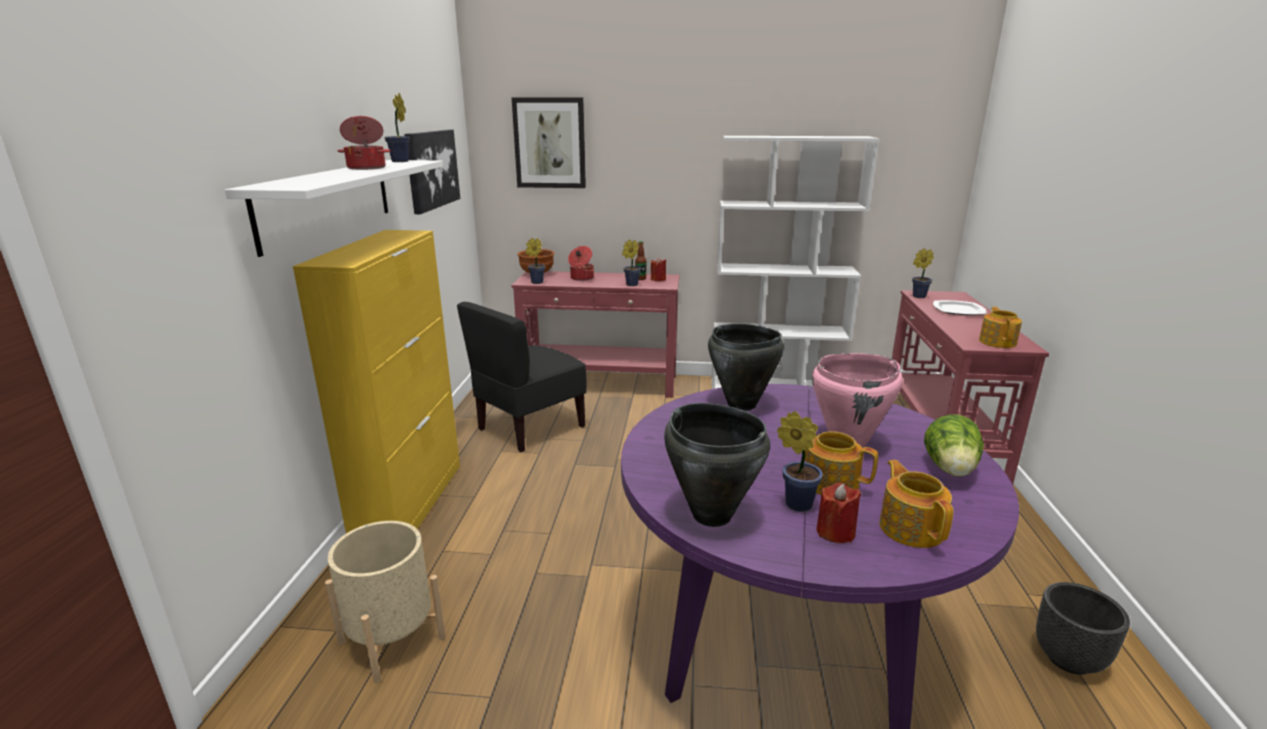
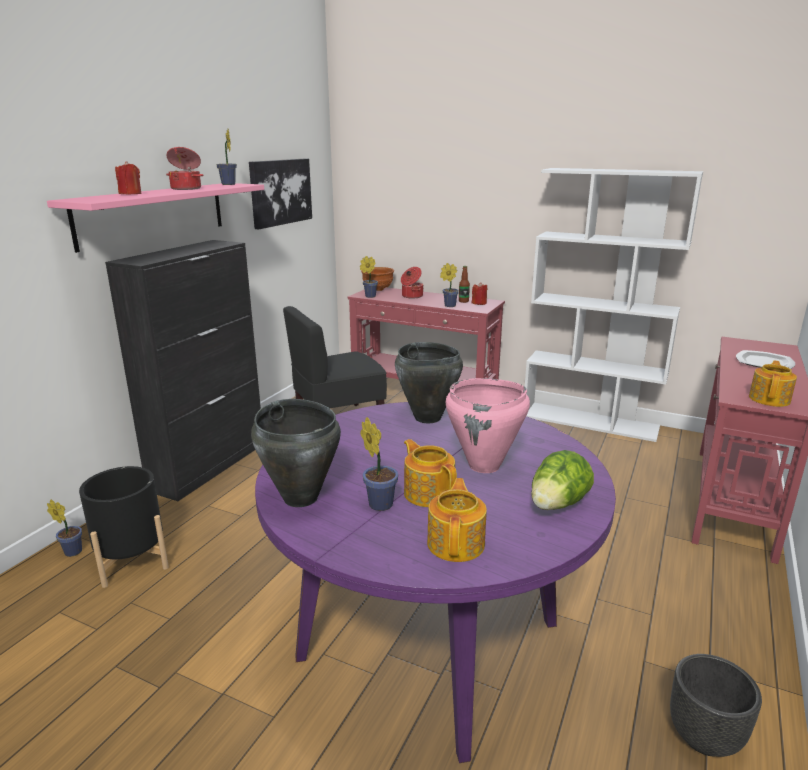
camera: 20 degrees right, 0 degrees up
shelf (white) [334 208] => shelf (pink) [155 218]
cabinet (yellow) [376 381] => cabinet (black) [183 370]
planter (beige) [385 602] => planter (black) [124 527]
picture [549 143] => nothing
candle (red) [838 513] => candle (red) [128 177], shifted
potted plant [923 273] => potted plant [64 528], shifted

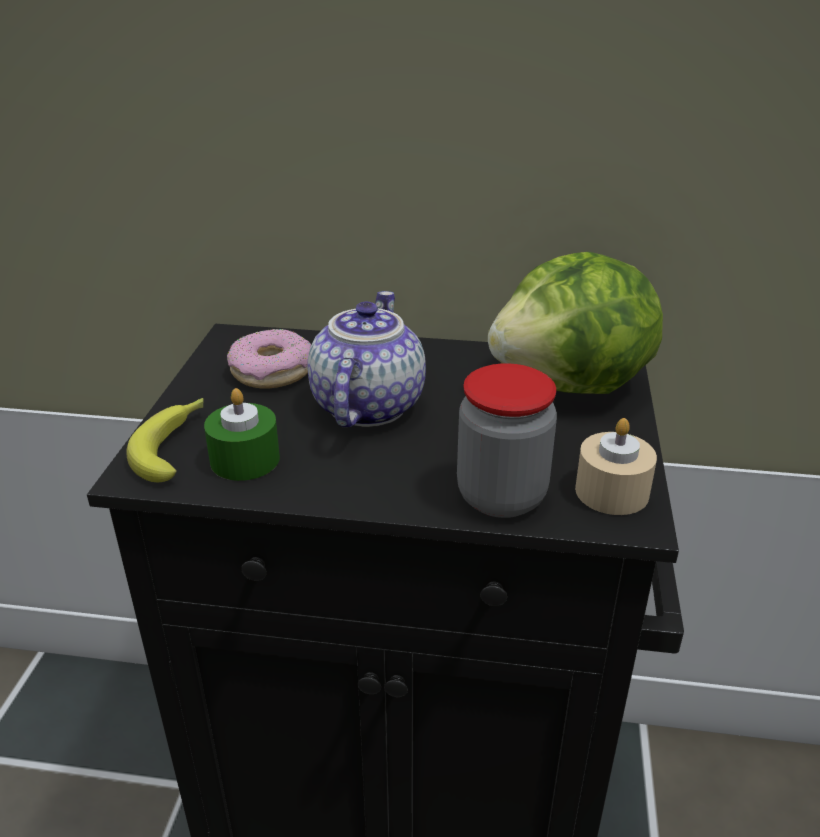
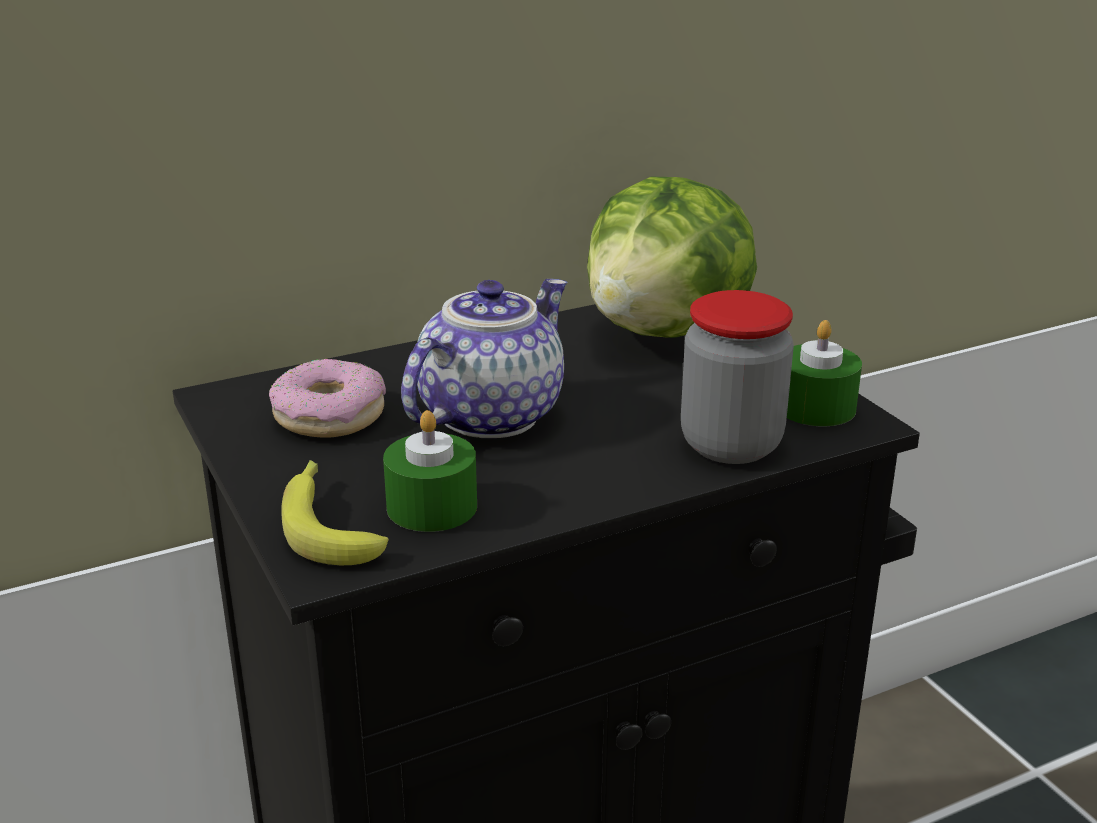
camera: 35 degrees left, 5 degrees down
teapot [366 359] => teapot [484 358], 60 degrees clockwise
candle (beige) [616 466] => candle (green) [824 373]

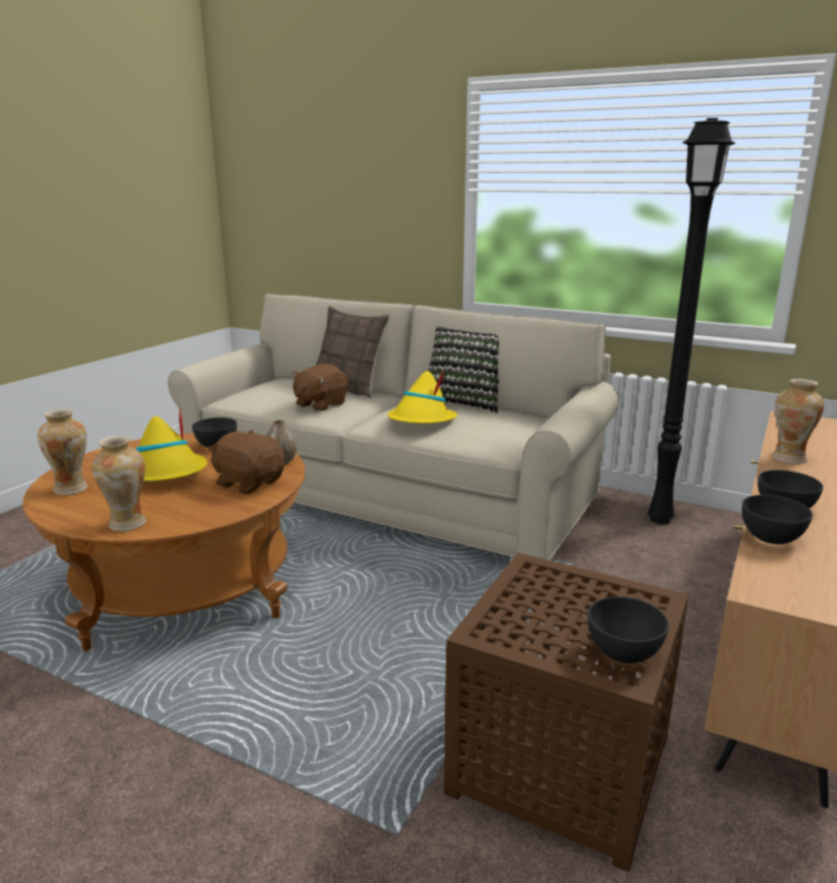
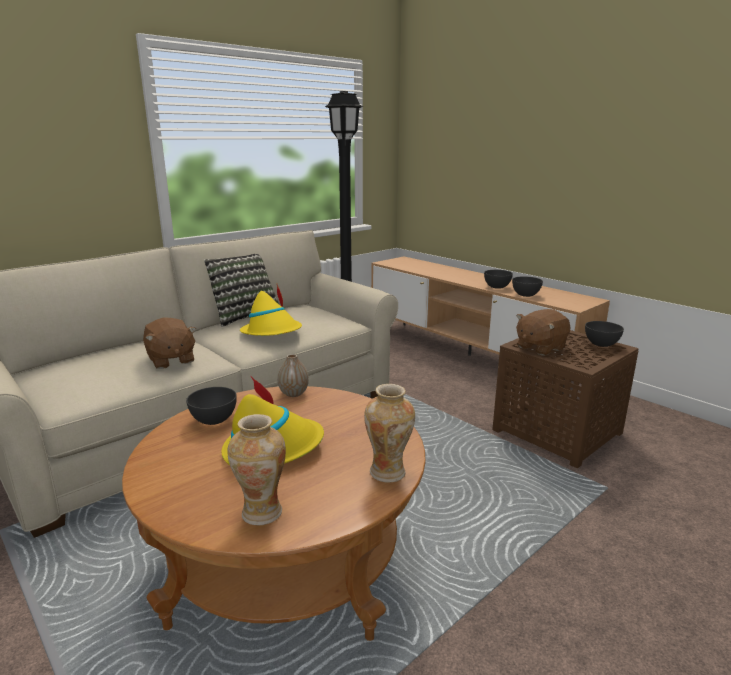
camera: 70 degrees left, 0 degrees up
plush toy (brown) [246 462] => plush toy (brown) [543 332], shifted
pillow [353 352] => nothing
vase [798 421] => nothing

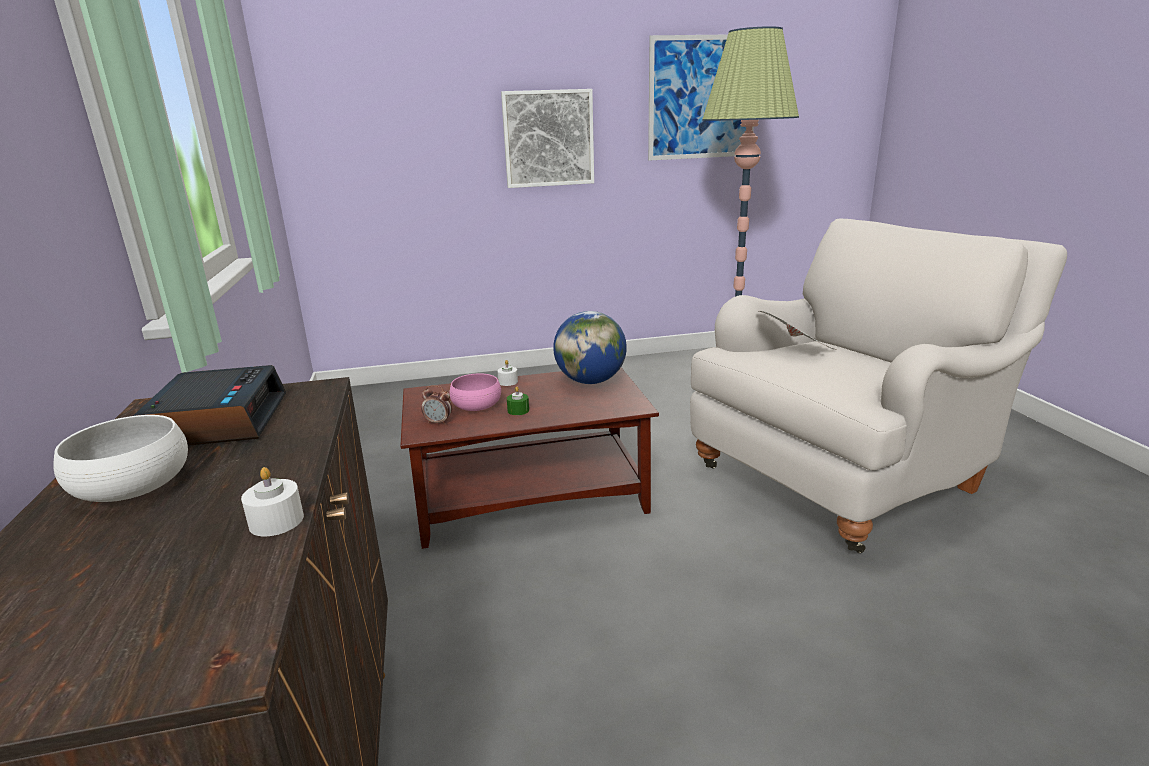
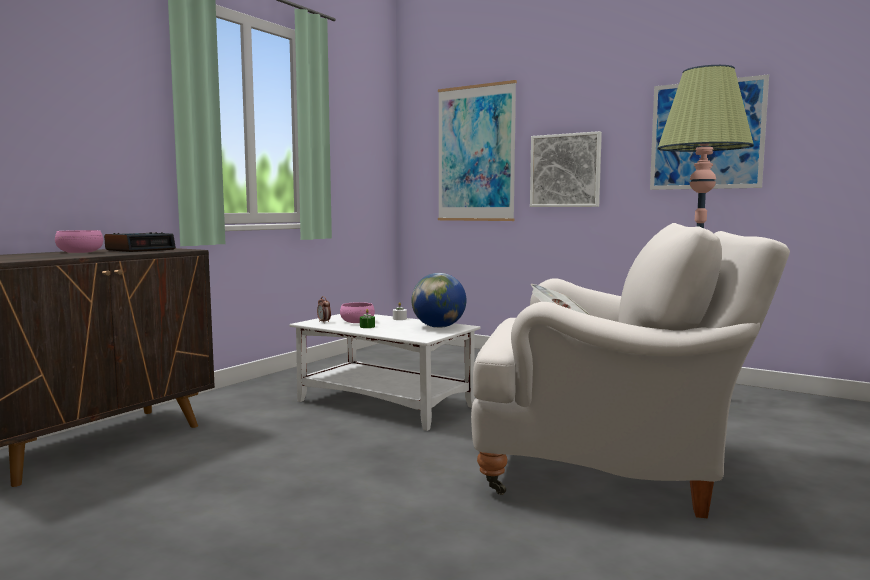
camera: 45 degrees right, 15 degrees down
bowl (white) [120 458] => bowl (pink) [79 241]
candle (white) [272 501] => nothing
coffee table (brown) [529 458] => coffee table (white) [385 372]
nothing => picture [477 150]

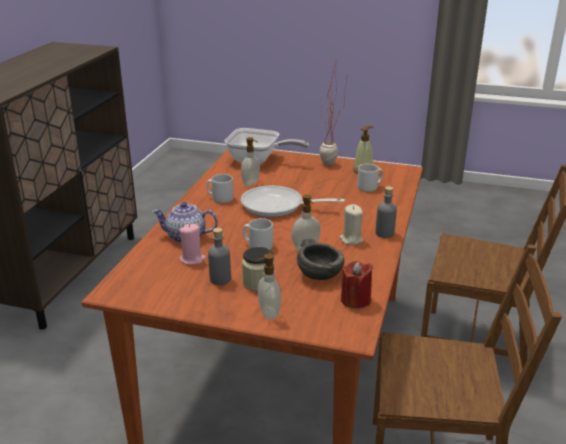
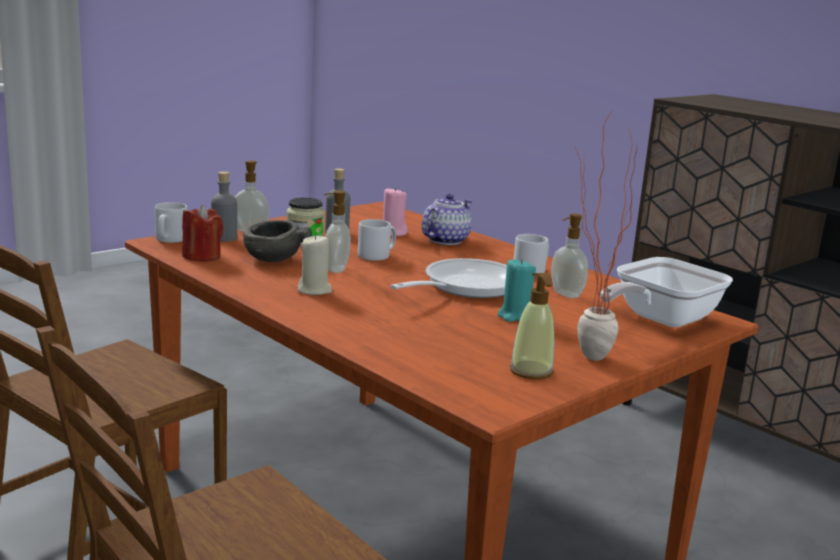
camera: 120 degrees right, 10 degrees down
mug (grey) [370 178] => mug (grey) [171 222], shifted
bottle (grey) [386 212] => bottle (grey) [224 206], shifted
nothing => candle (turquoise) [516 290]

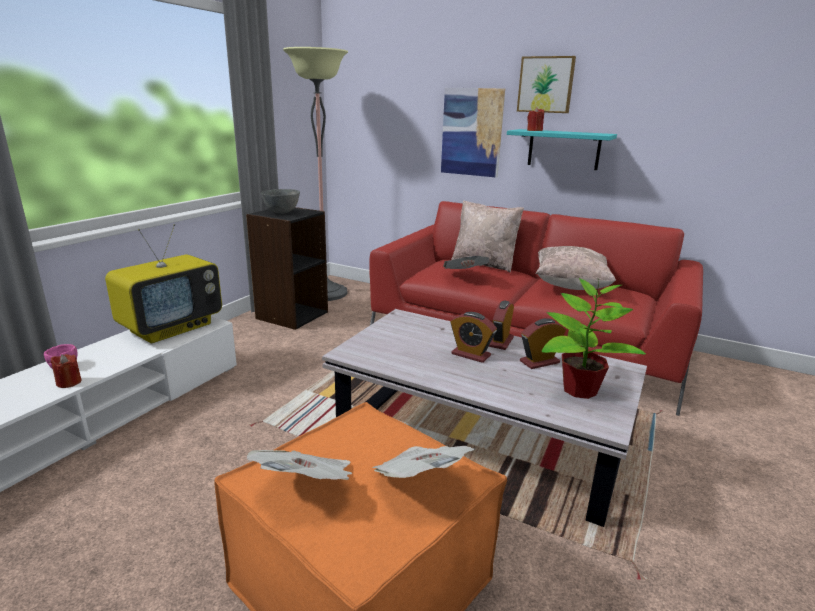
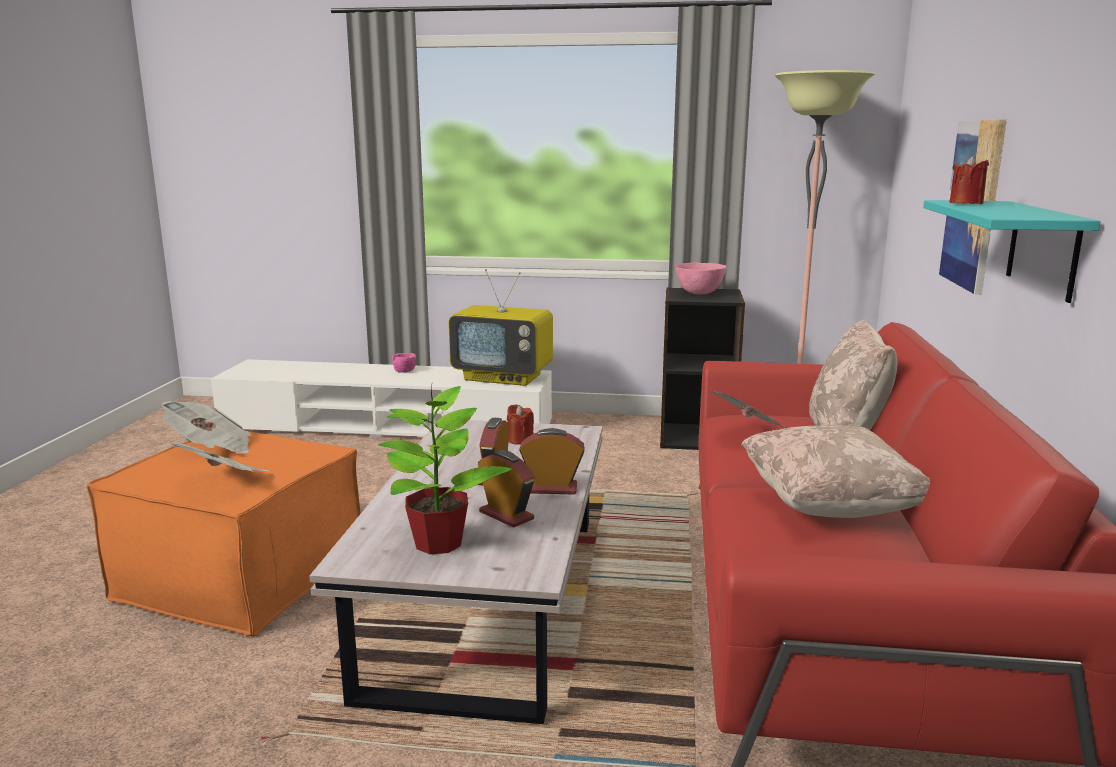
camera: 70 degrees right, 5 degrees down
candle (red) [66 371] => candle (red) [520 424], shifted
bowl (grey) [280 201] => bowl (pink) [701 278]
picture [546 84] => nothing

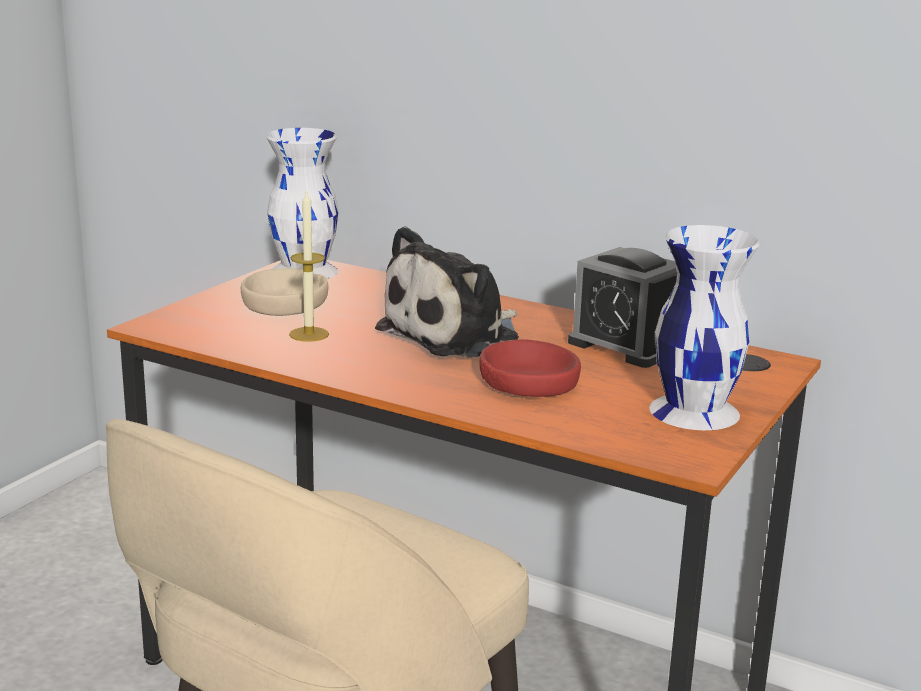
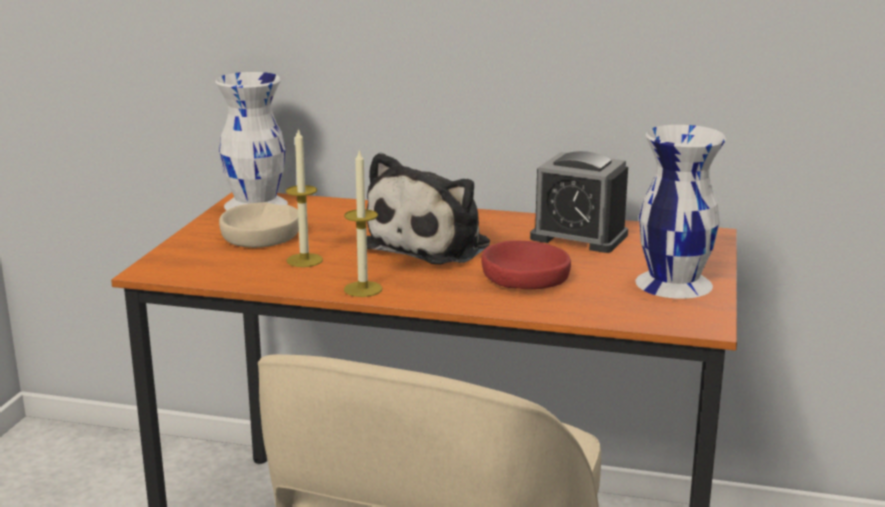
camera: 15 degrees left, 0 degrees up
nothing => candle [363 223]

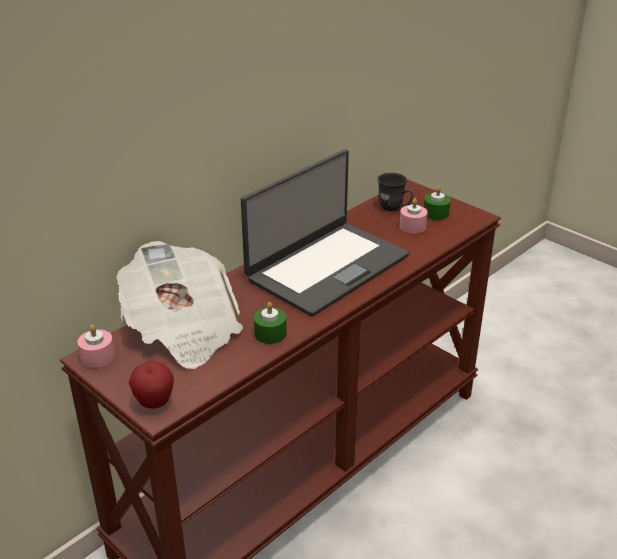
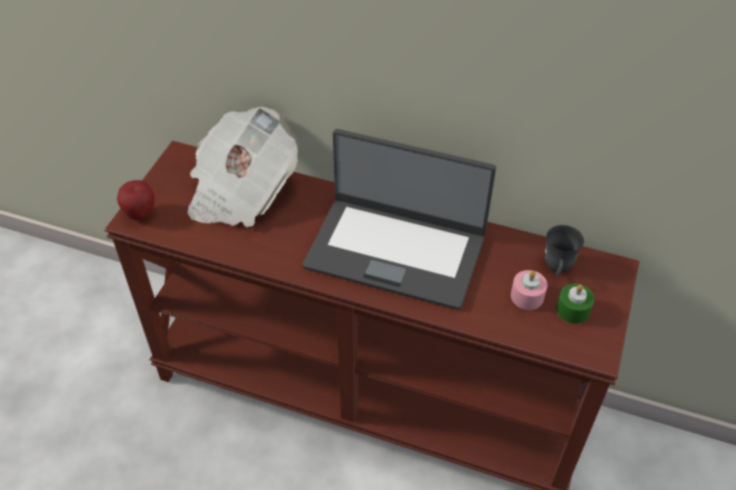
camera: 65 degrees right, 15 degrees up
candle (pink) [96 346] => nothing
candle (green) [270 323] => nothing

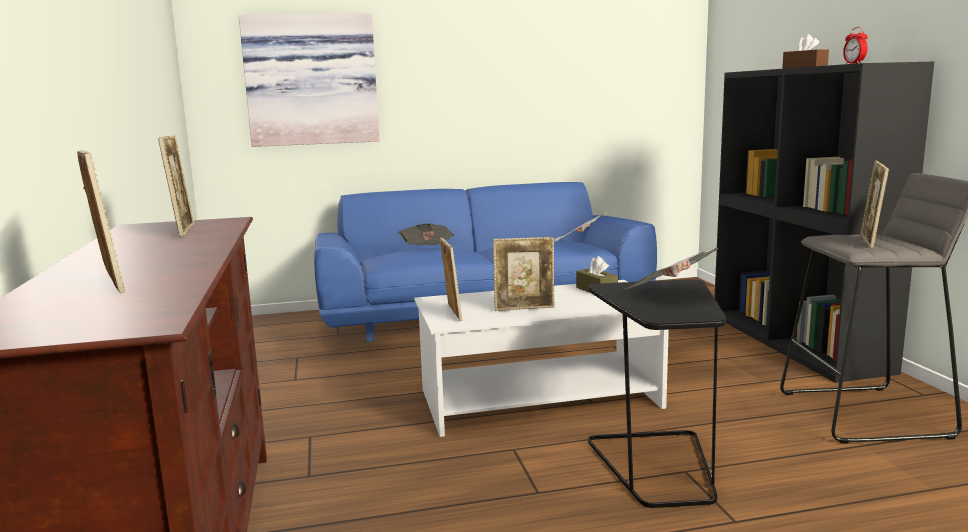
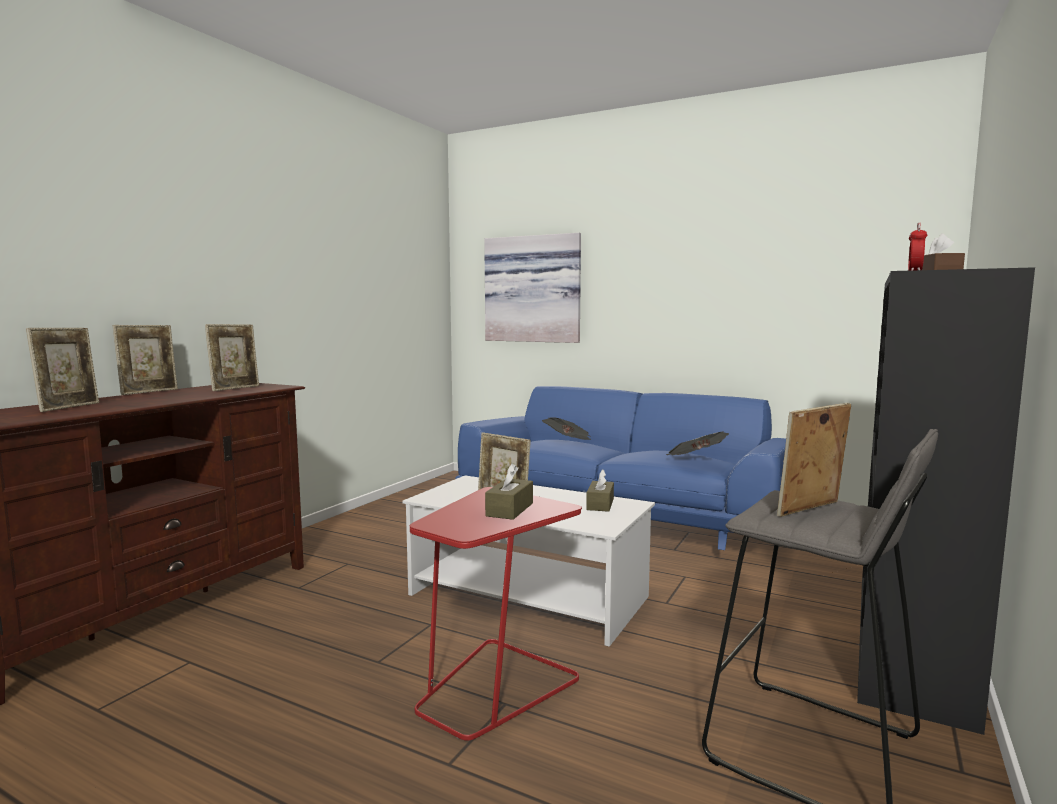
camera: 40 degrees right, 5 degrees down
picture frame [451 279] => picture frame [145 360], shifted
side table (black) [657 394] => side table (red) [496 614]
newspaper [672 268] => tissue box (brown) [509 491]

